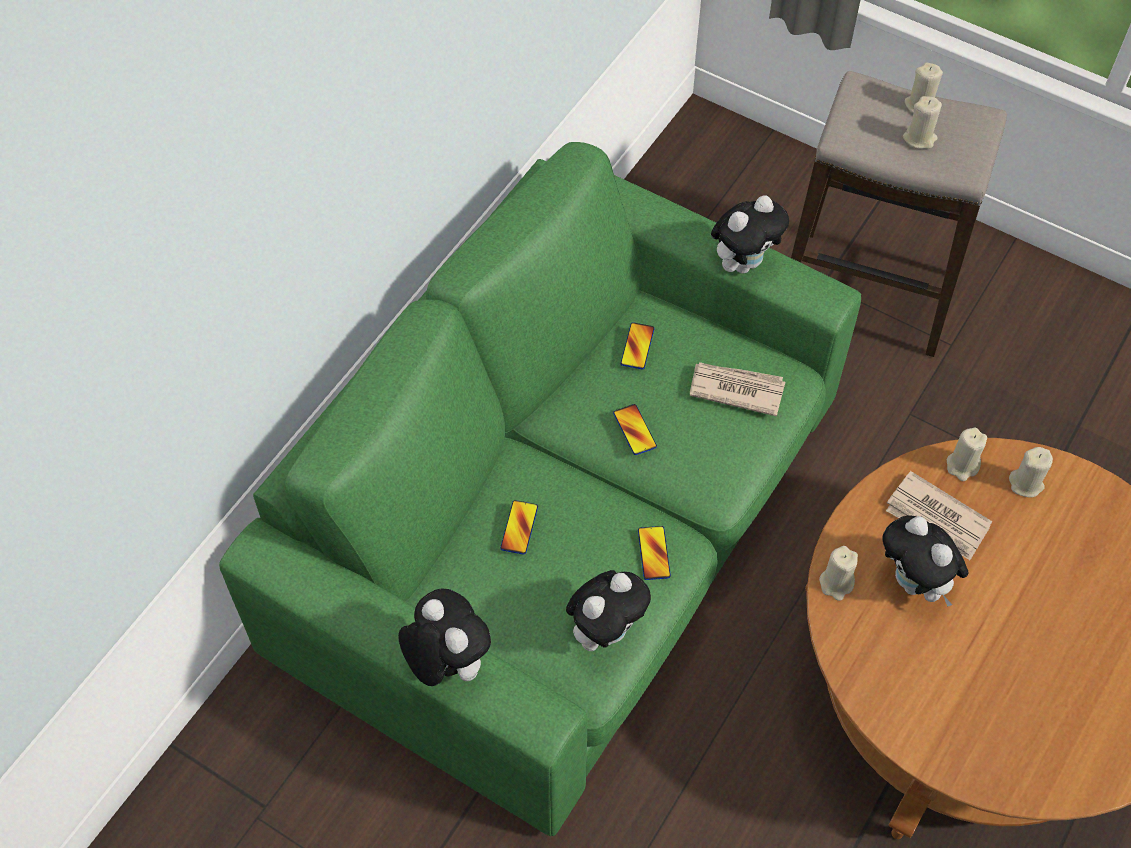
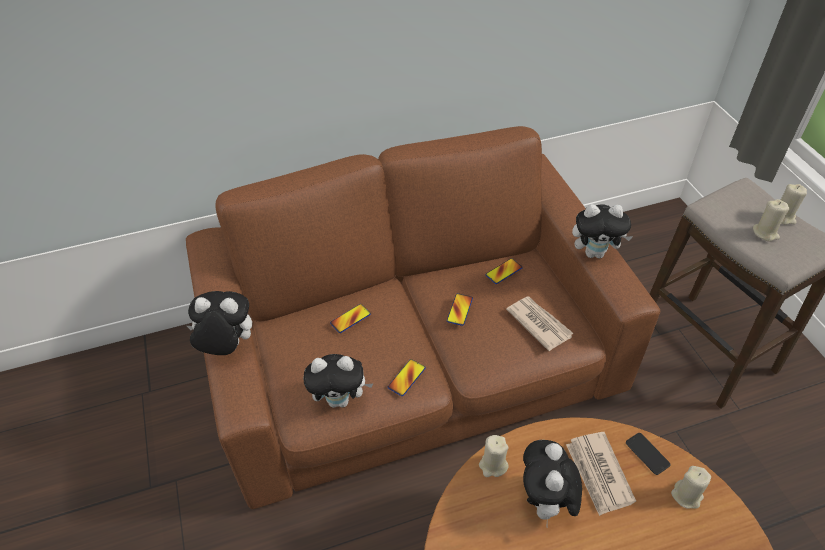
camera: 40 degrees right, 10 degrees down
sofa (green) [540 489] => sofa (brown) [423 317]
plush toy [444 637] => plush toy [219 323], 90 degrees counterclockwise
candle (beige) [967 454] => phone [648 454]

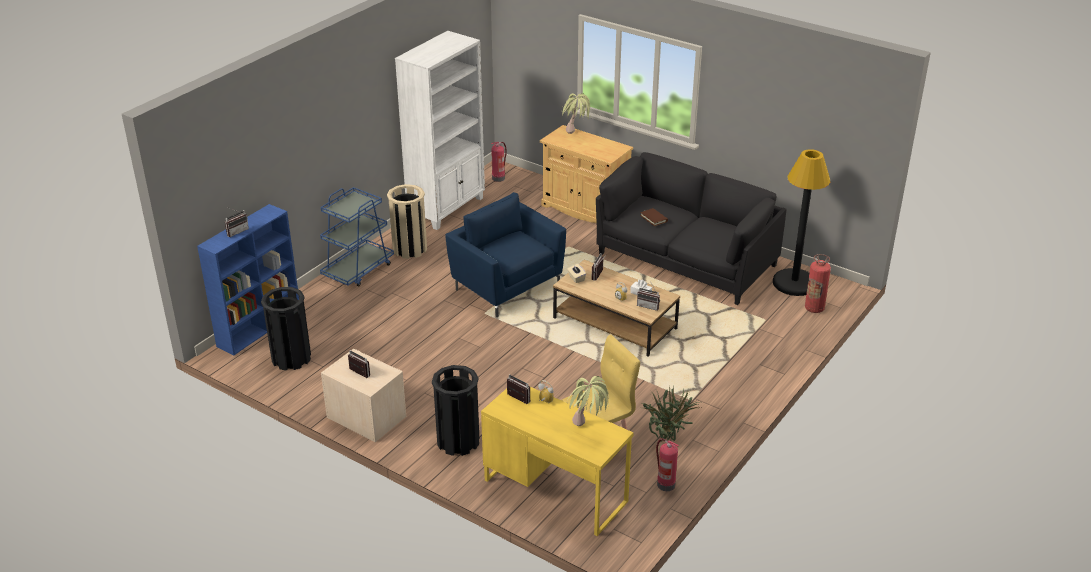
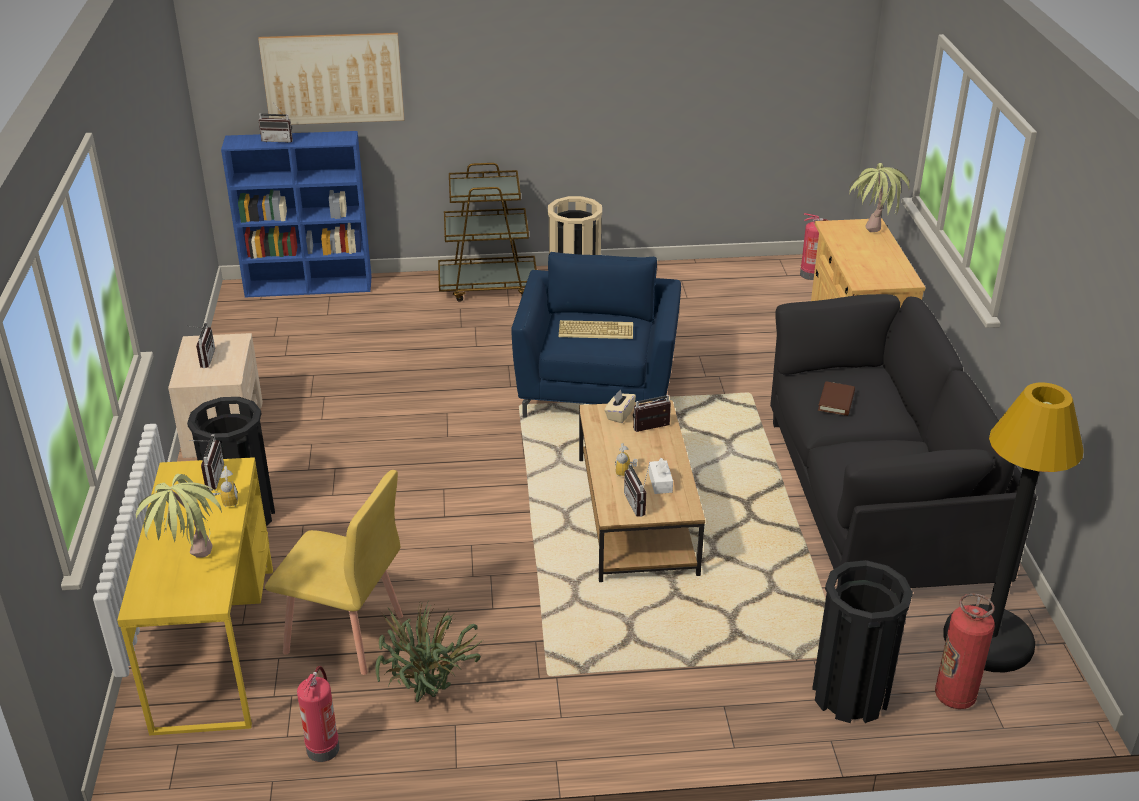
camera: 50 degrees right, 0 degrees up
trash can (black) [286 329] => trash can (black) [862 641], shifted
cart (blue) [357 237] => cart (brown) [487 232]
bookcase (white) [440 130] => nothing
nothing => picture [331 79]
nothing => keyboard [596 329]

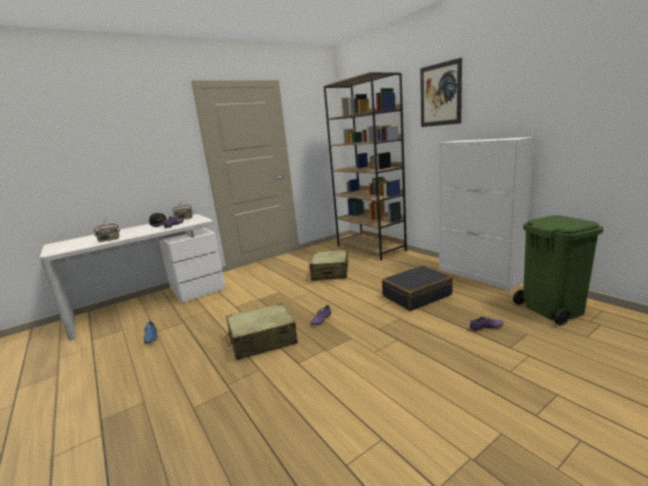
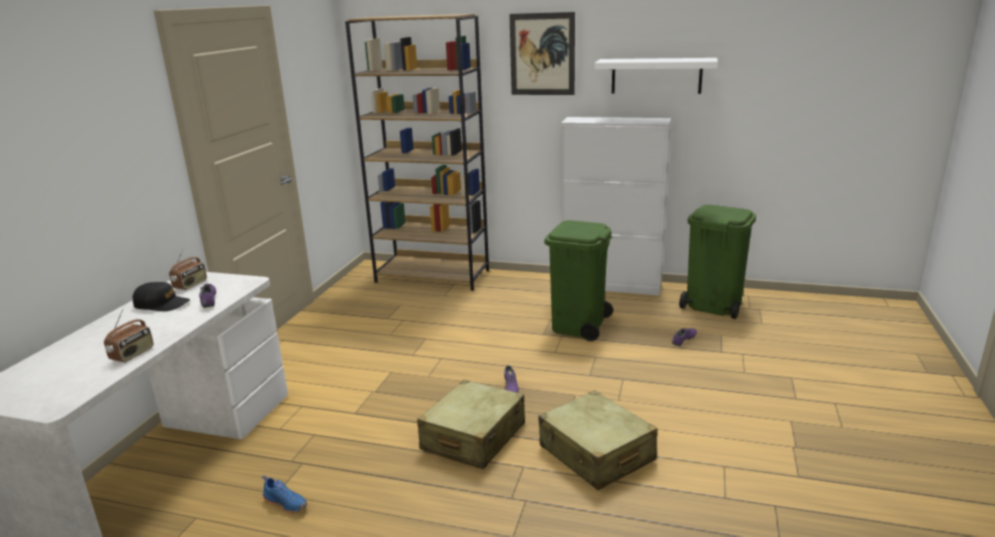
camera: 40 degrees left, 5 degrees up
suitcase (beige) [328 265] => suitcase (beige) [598 440], shifted
suitcase (black) [417 288] => trash can (green) [578 280]
nothing => shelf (white) [656 76]

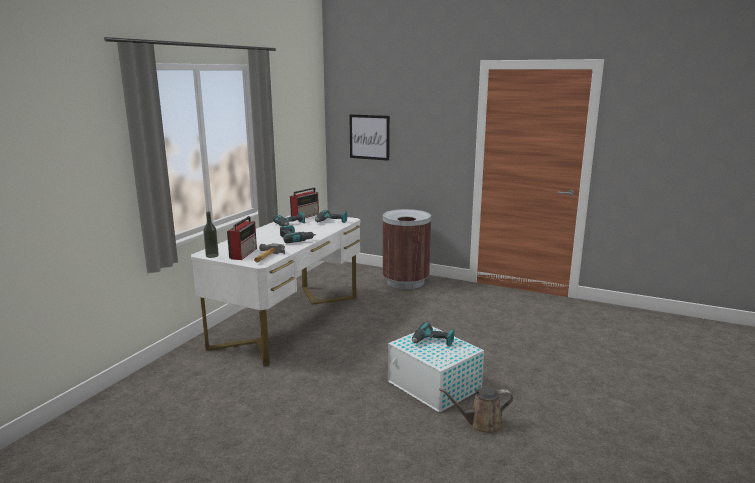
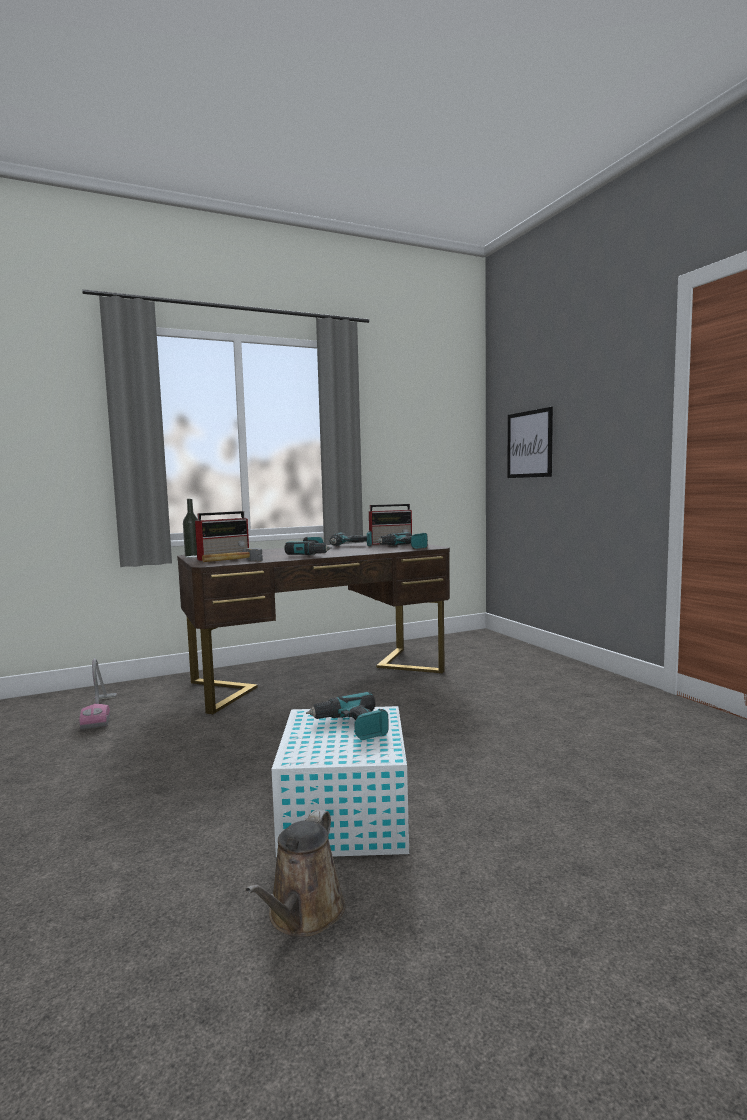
camera: 40 degrees right, 10 degrees down
desk (white) [276 290] => desk (brown) [313 628]
trash can (brown) [407 249] => nothing
watering can (brown) [476 410] => watering can (brown) [295 873], 105 degrees counterclockwise
nothing => vacuum cleaner [98 694]

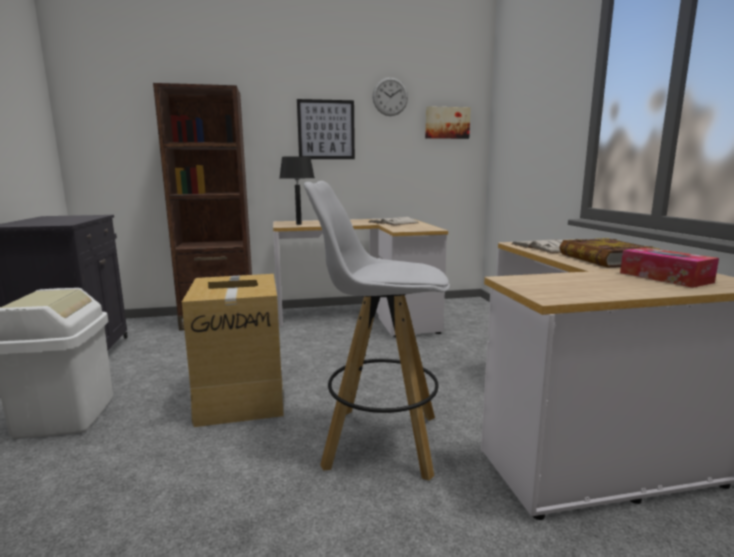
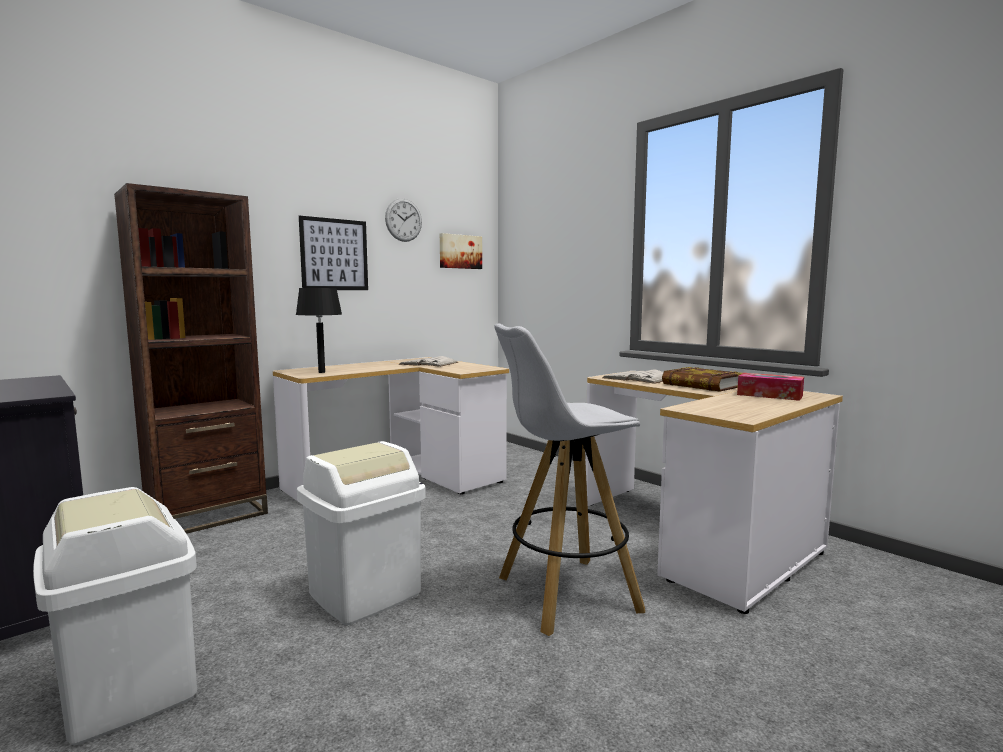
camera: 30 degrees left, 5 degrees down
cardboard box [233 350] => trash can (white) [361 533]

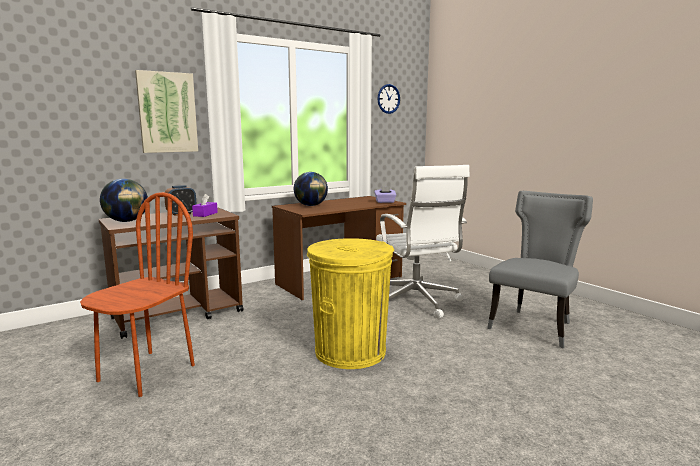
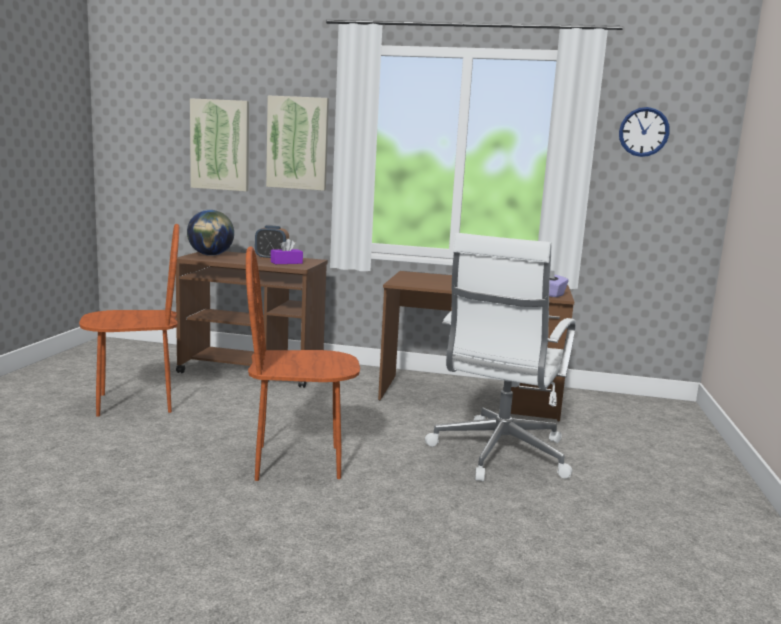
camera: 45 degrees right, 0 degrees up
globe [311 189] => nothing
trash can (yellow) [350 303] => chair (brown) [303 363]
chair (grey) [540 269] => nothing
nothing => picture [219 144]

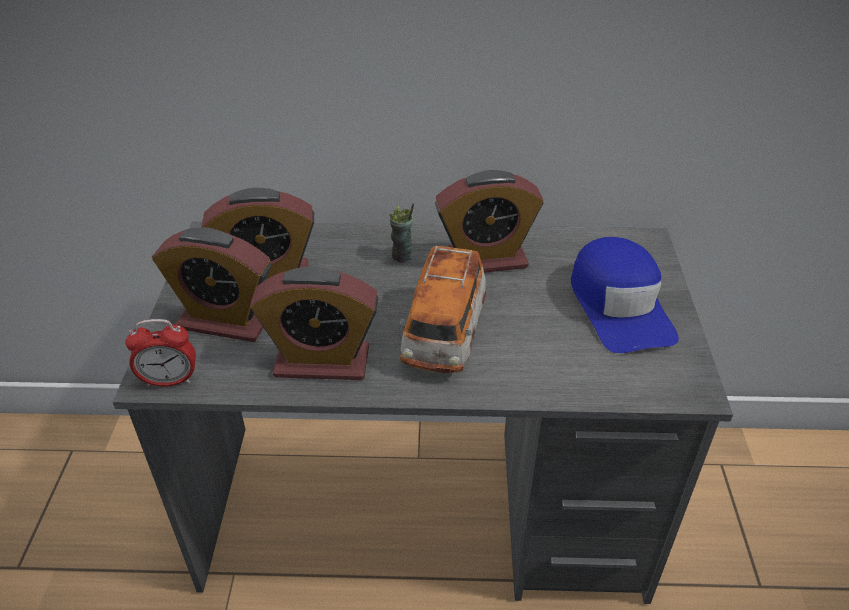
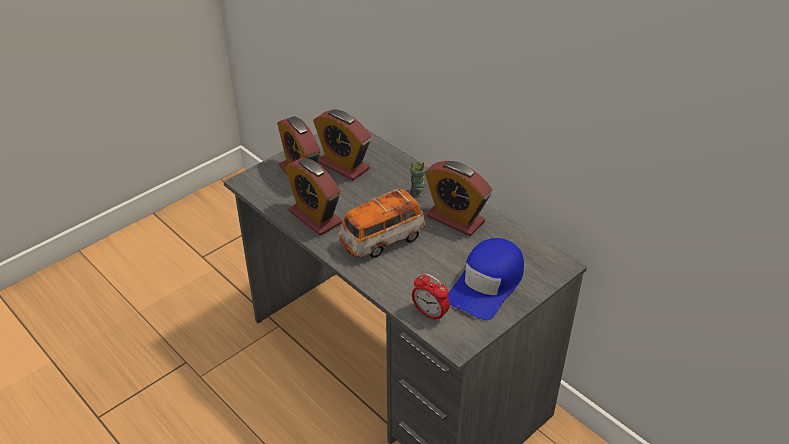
camera: 45 degrees right, 0 degrees up
alarm clock [160 353] => alarm clock [431 297], shifted

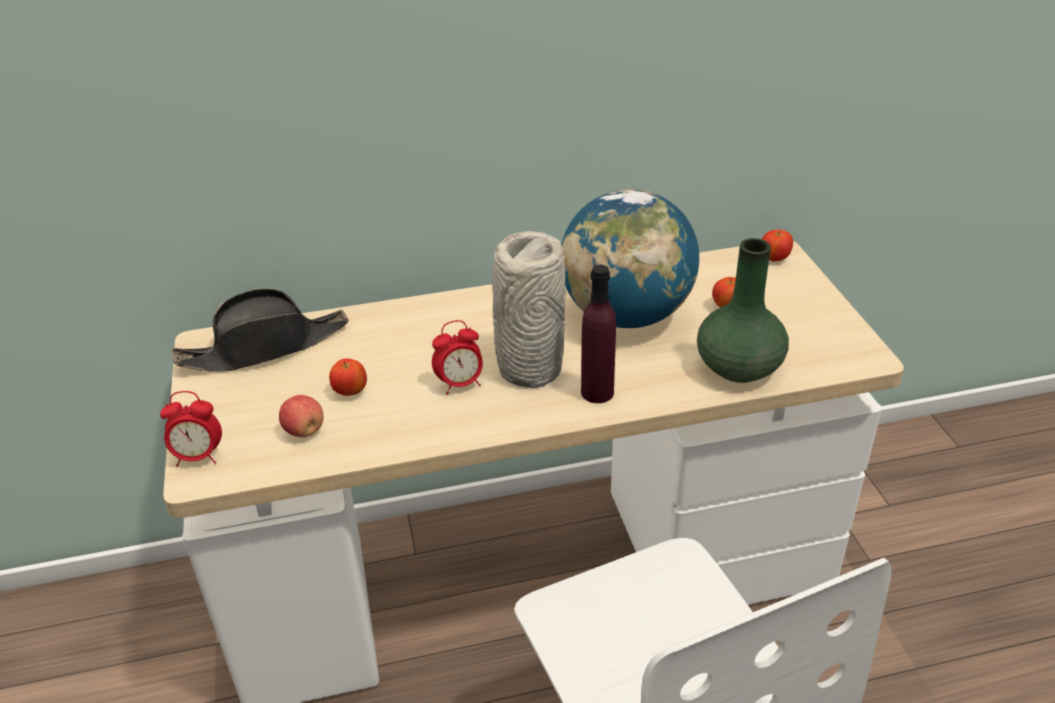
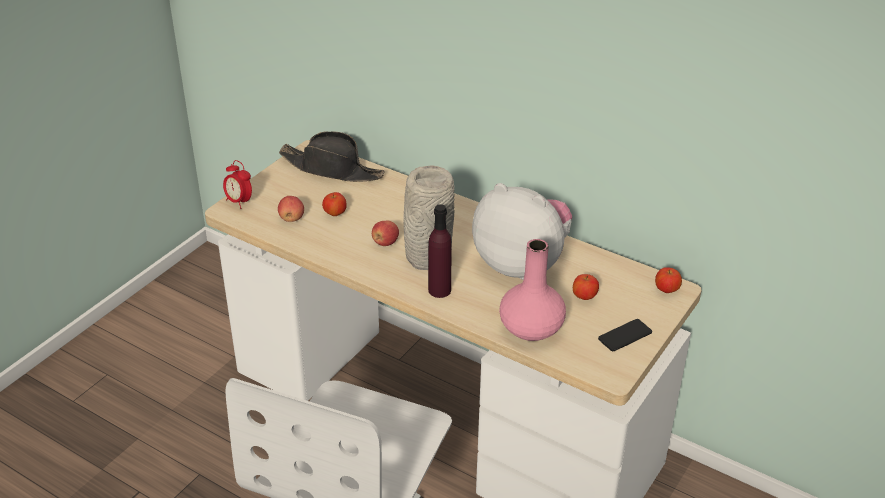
camera: 45 degrees right, 0 degrees up
alarm clock [457 357] => apple [385 233]
globe [630 258] => plush toy [522 231]
vase (green) [743 310] => vase (pink) [532 290]
nothing => phone [625 335]

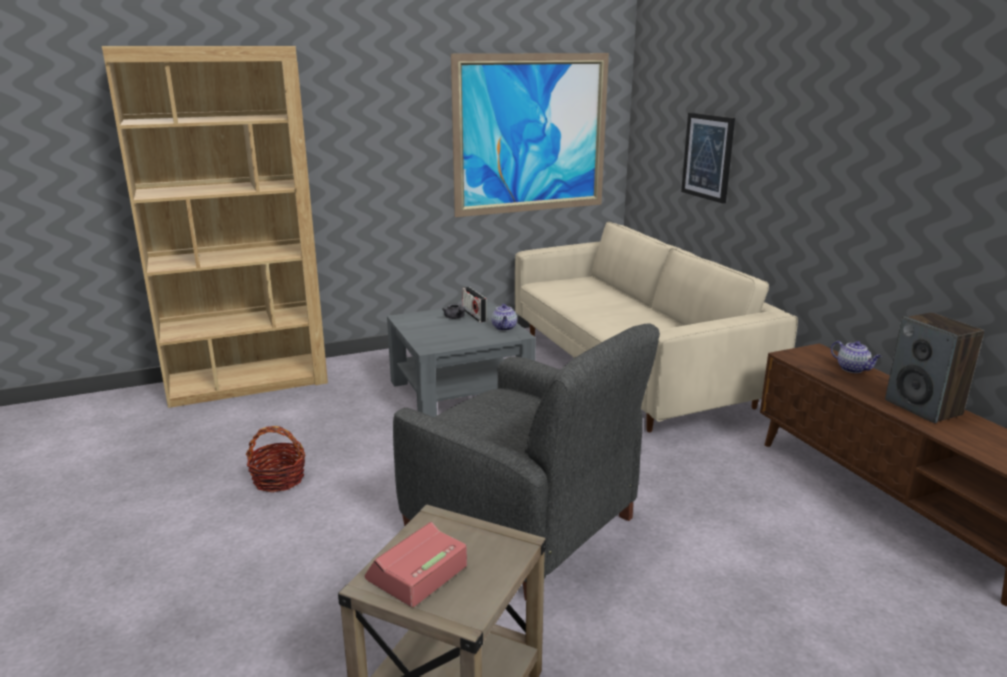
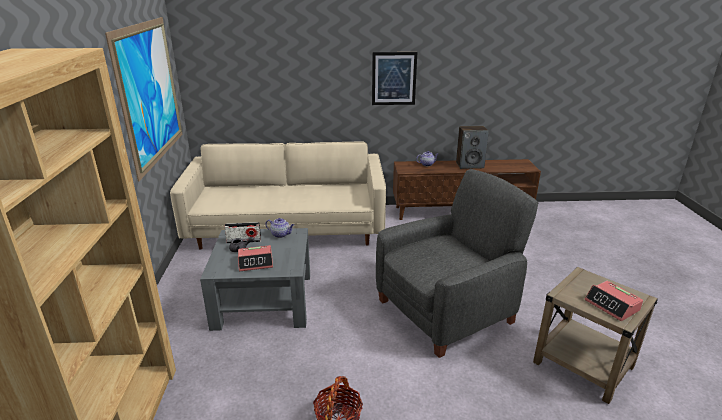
camera: 70 degrees left, 5 degrees up
picture [708 158] => picture [394 78], shifted
nothing => alarm clock [255 258]

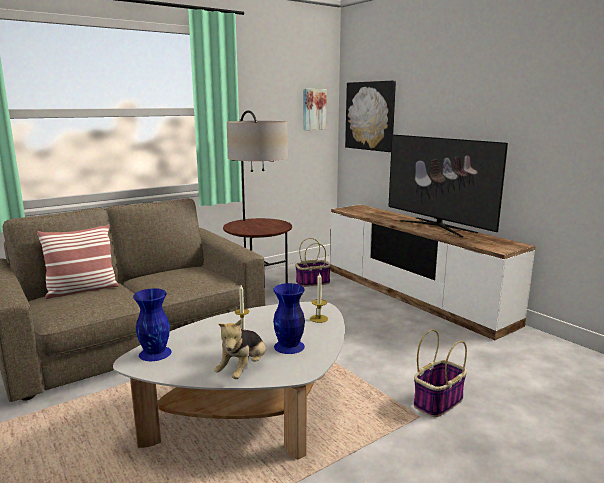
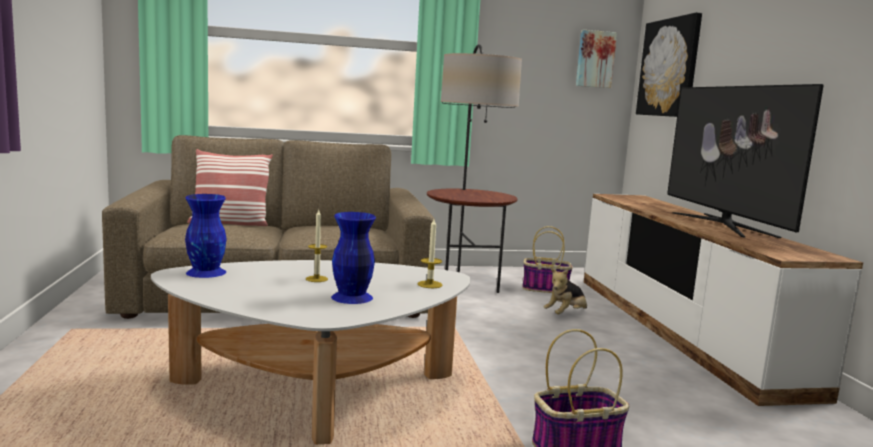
camera: 25 degrees right, 5 degrees down
plush toy [240 349] => plush toy [565 291], shifted

